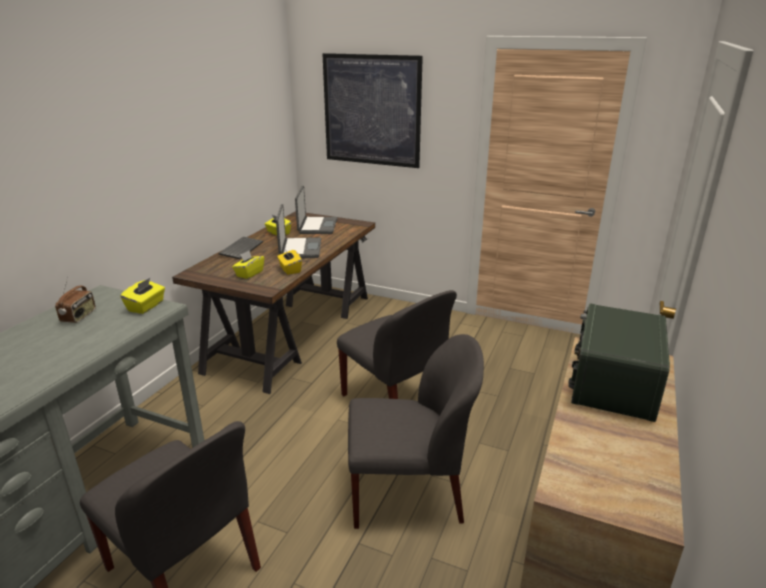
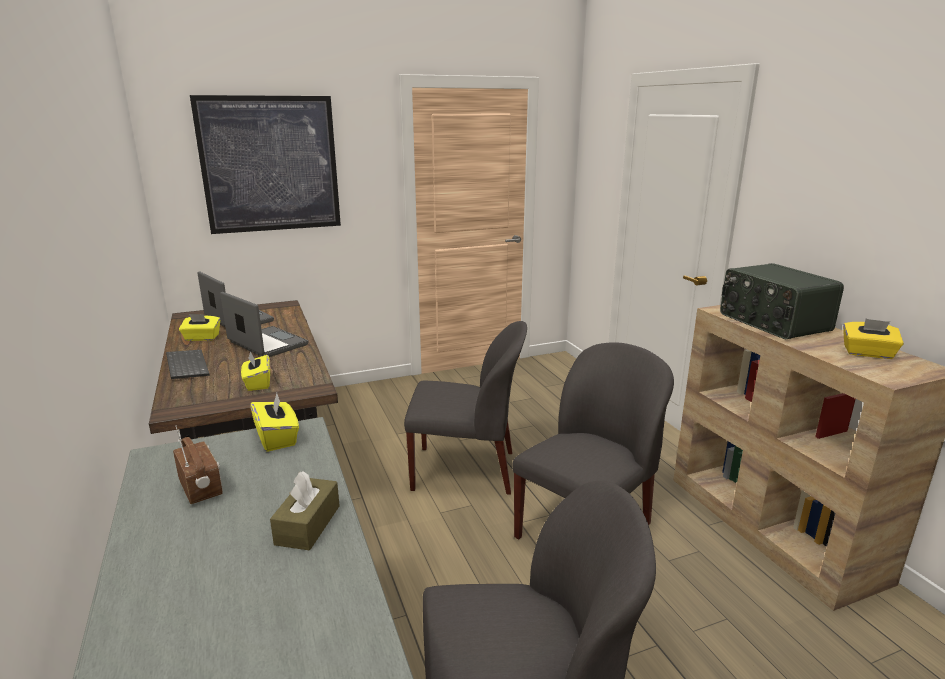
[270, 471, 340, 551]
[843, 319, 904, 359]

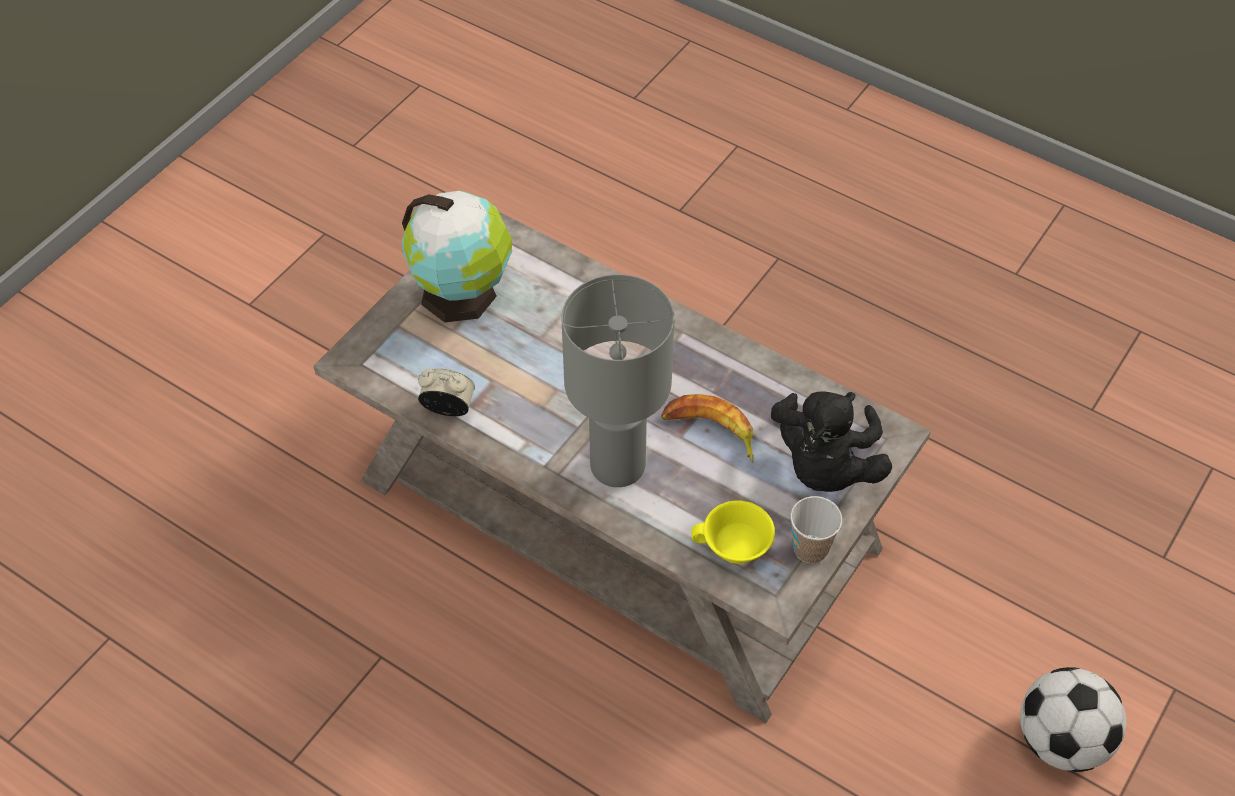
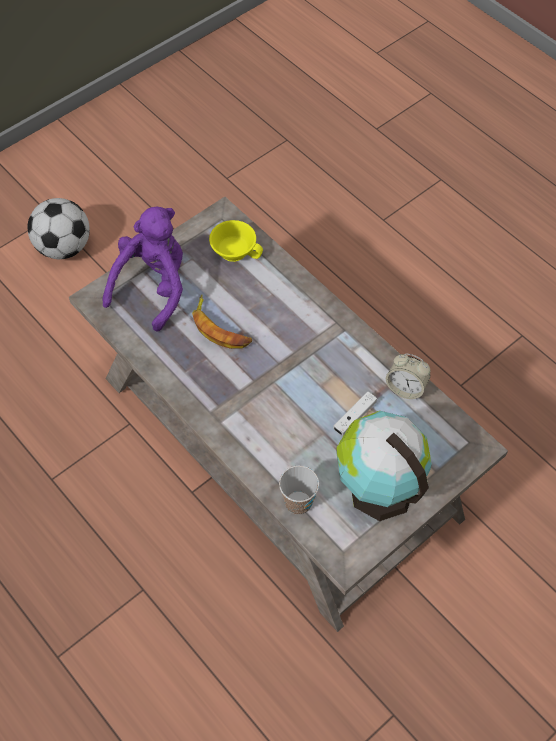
[562, 274, 674, 487] (first image)
[333, 391, 377, 436]
[279, 466, 319, 515]
[103, 206, 183, 332]

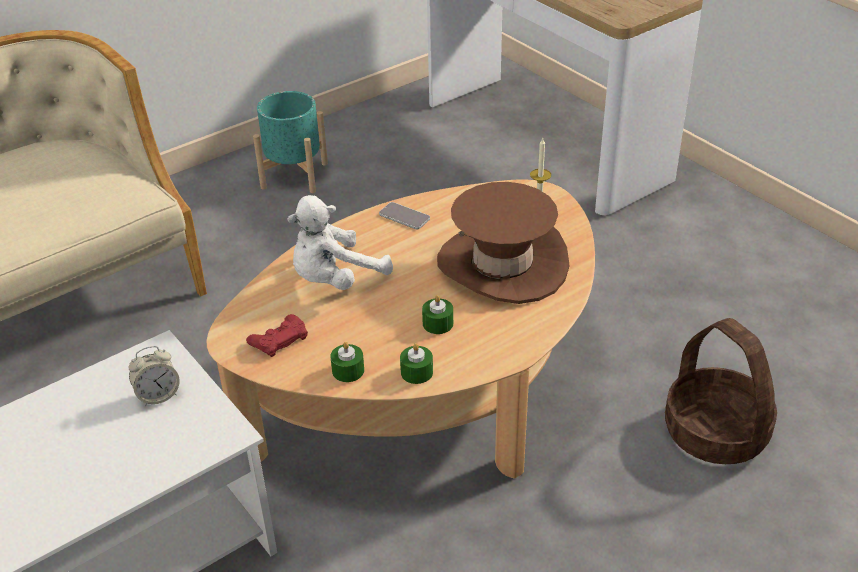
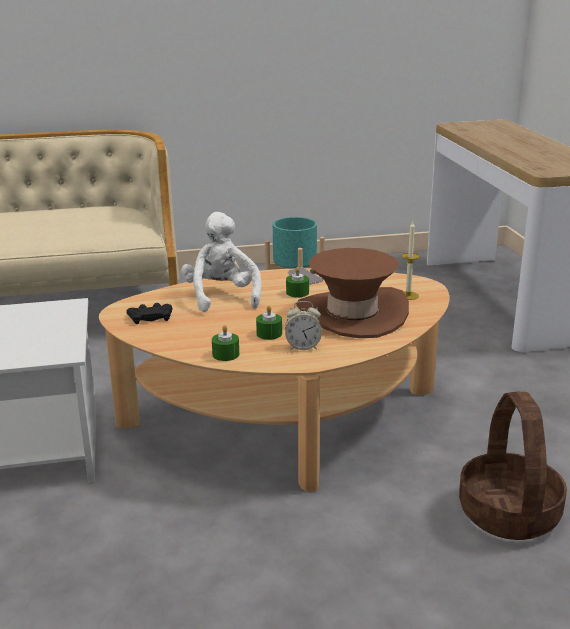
[285, 301, 322, 350]
[286, 267, 309, 297]
[126, 303, 172, 324]
[181, 212, 262, 312]

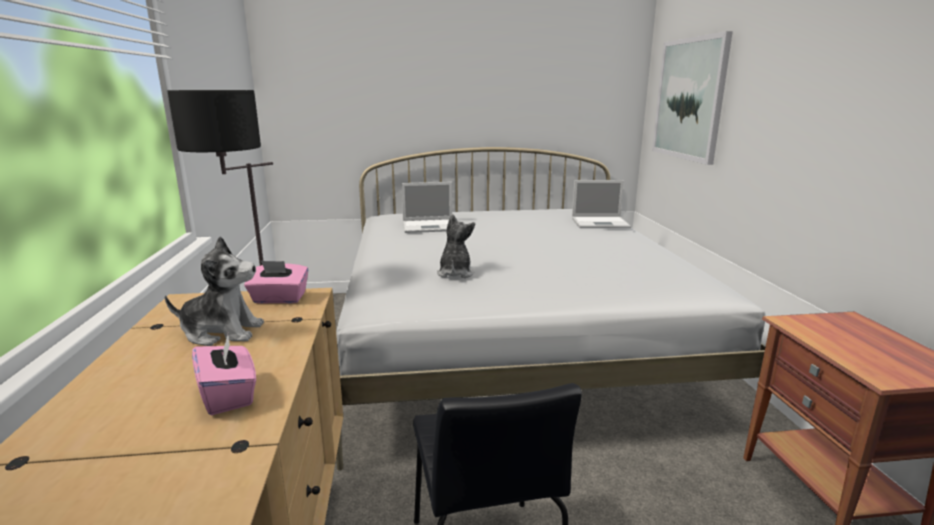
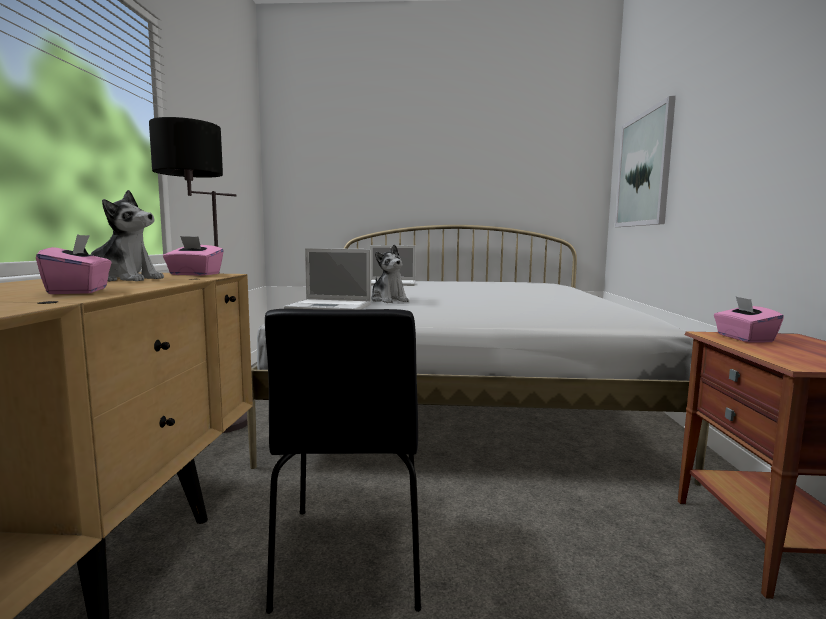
[714, 296, 784, 342]
[284, 248, 371, 310]
[371, 244, 409, 303]

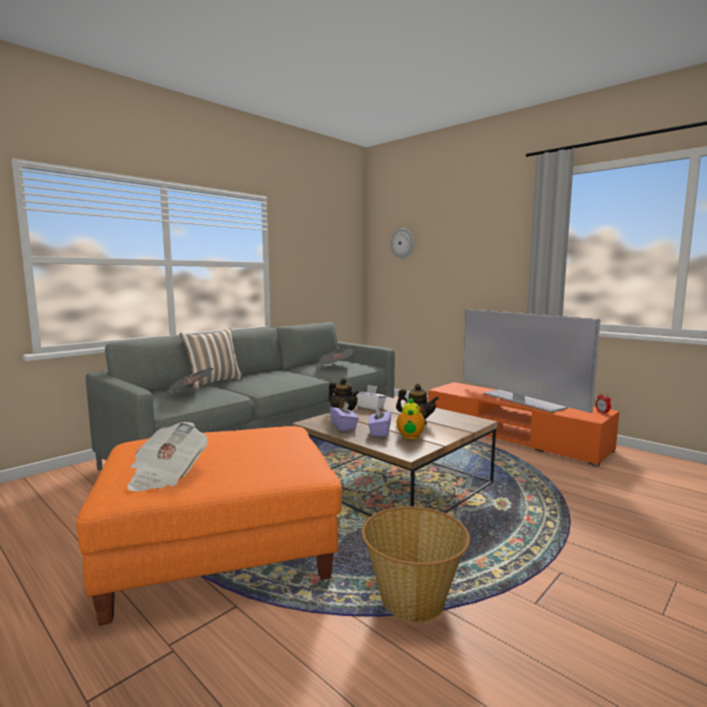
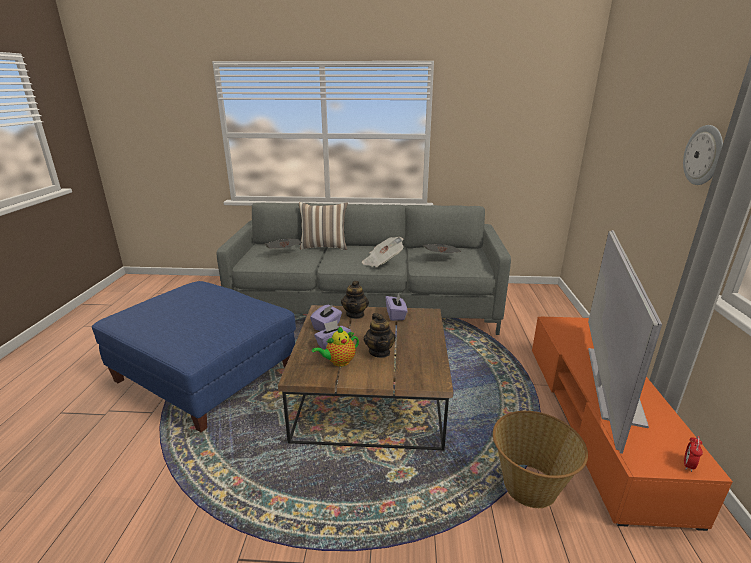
[362, 237, 404, 267]
[493, 411, 588, 508]
[683, 125, 723, 185]
[92, 281, 296, 432]
[385, 294, 408, 321]

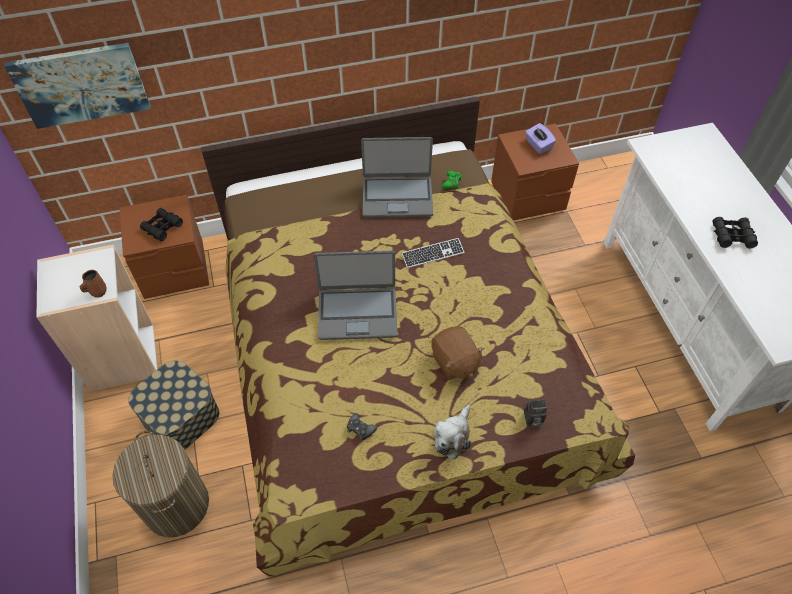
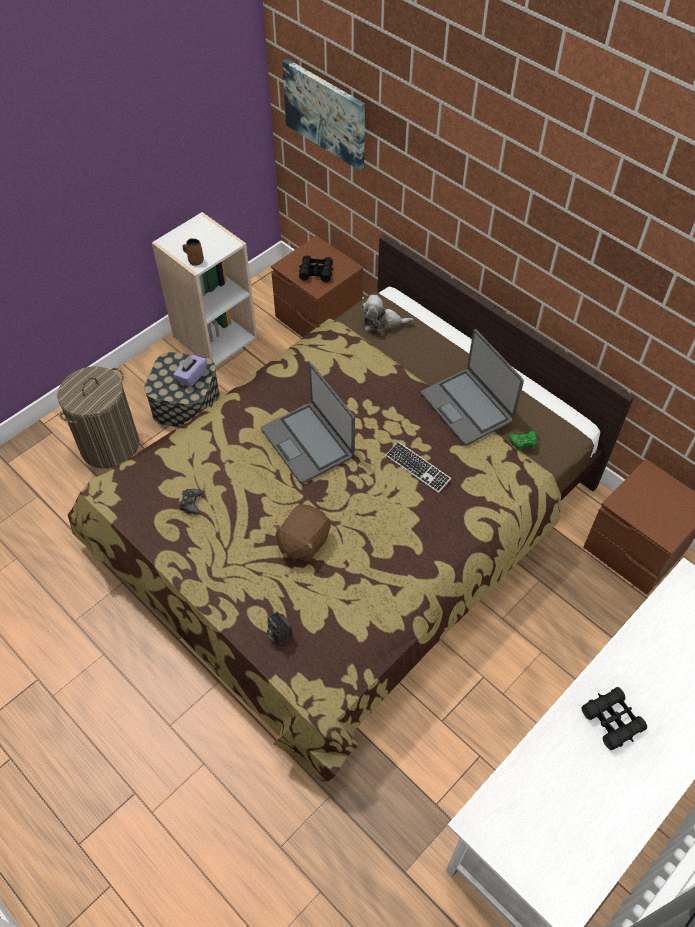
[361, 295, 414, 335]
[173, 354, 207, 387]

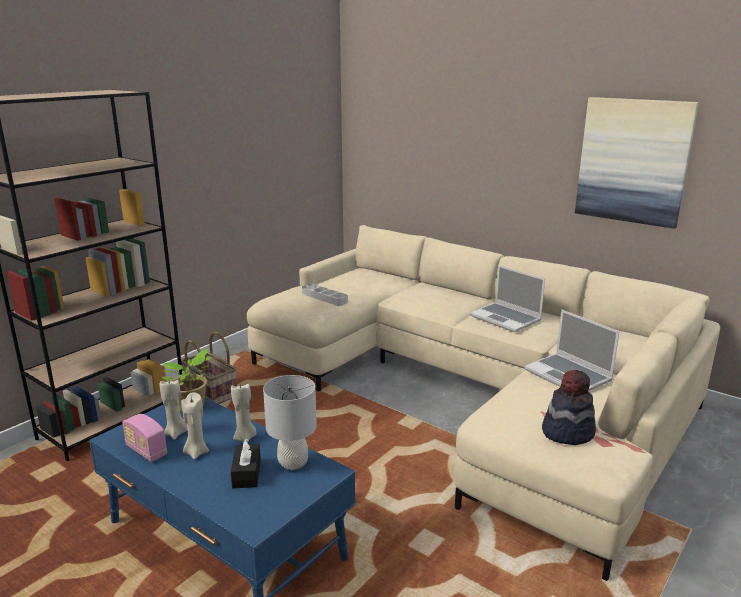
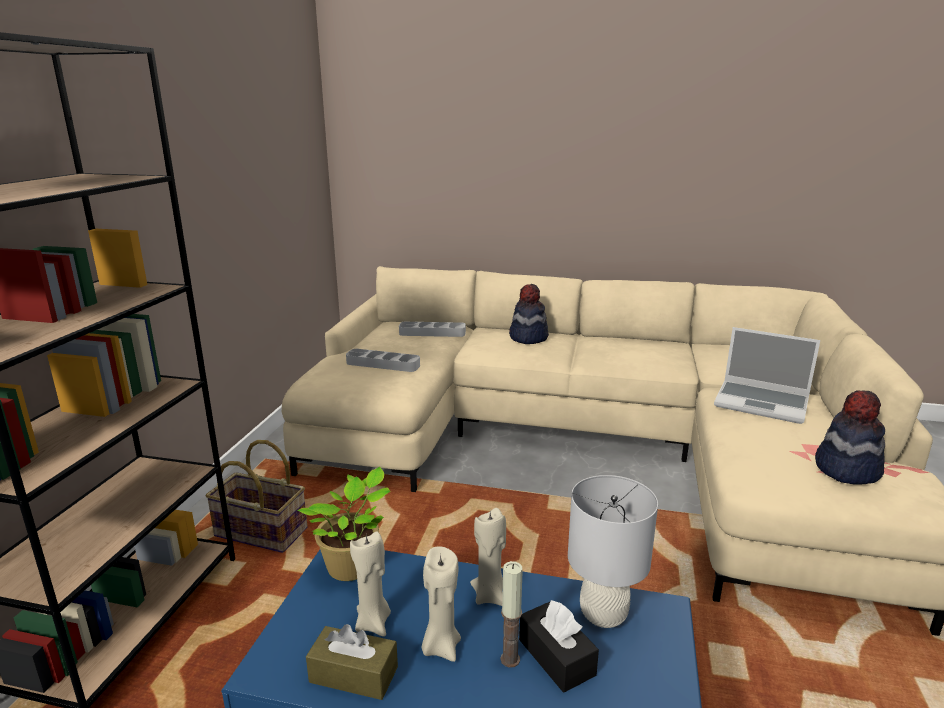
[470, 265, 545, 332] (first image)
[575, 97, 699, 229] (first image)
[399, 322, 466, 337]
[500, 561, 523, 668]
[509, 284, 549, 344]
[306, 624, 398, 700]

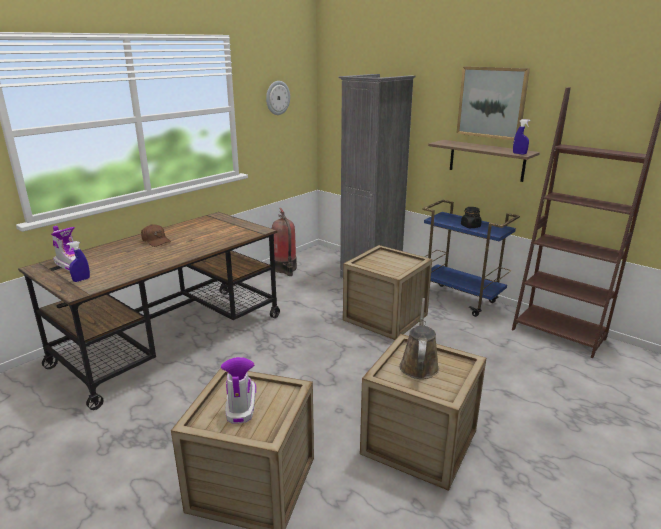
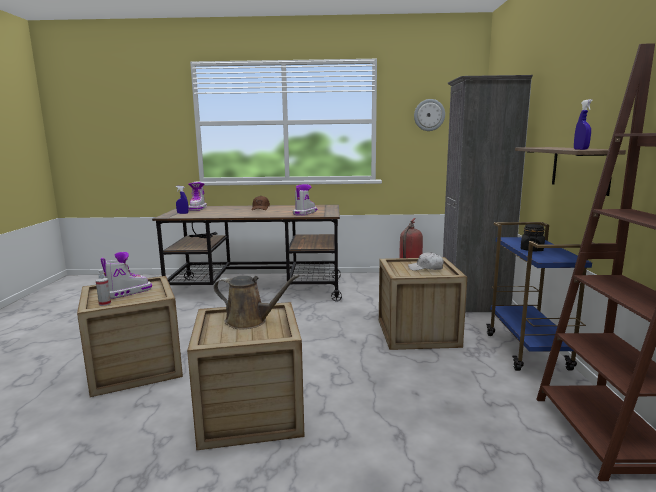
[456, 66, 530, 140] (first image)
[96, 270, 111, 306]
[293, 184, 317, 216]
[408, 252, 444, 271]
[214, 275, 299, 329]

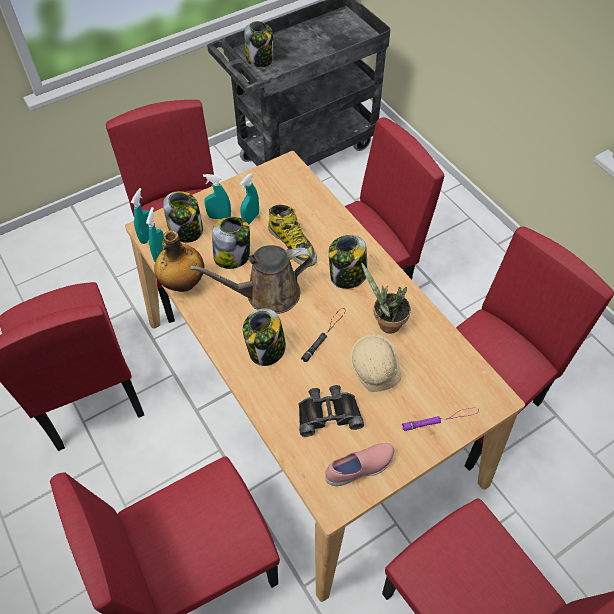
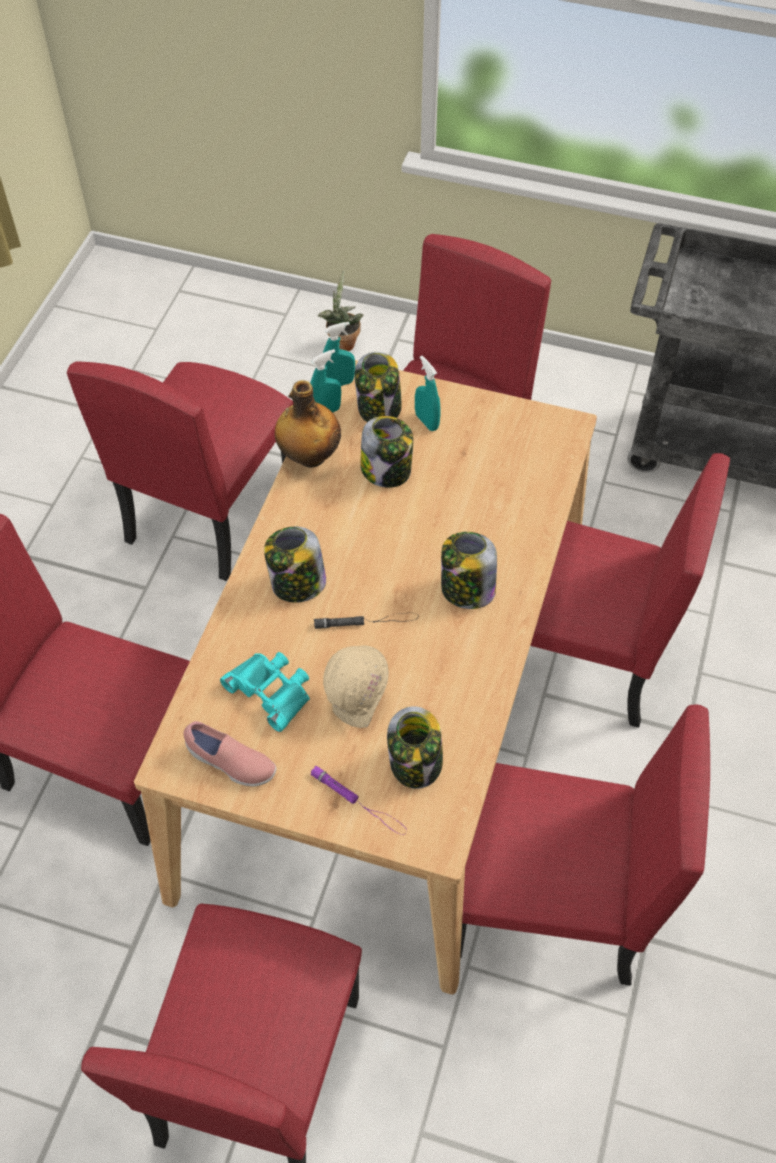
[190, 245, 313, 314] (first image)
[240, 173, 259, 225] (first image)
[268, 205, 317, 267] (first image)
[387, 706, 443, 789]
[318, 270, 363, 351]
[220, 652, 310, 732]

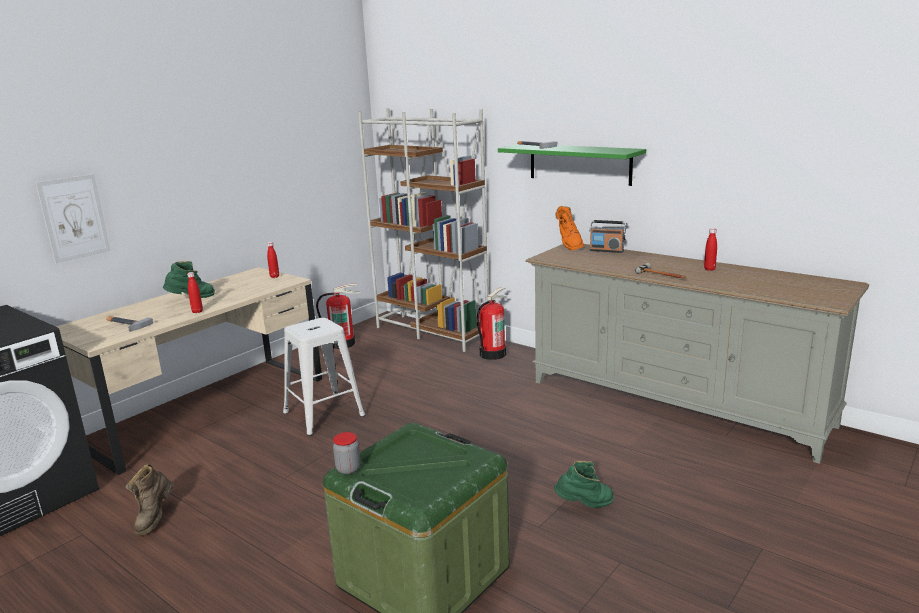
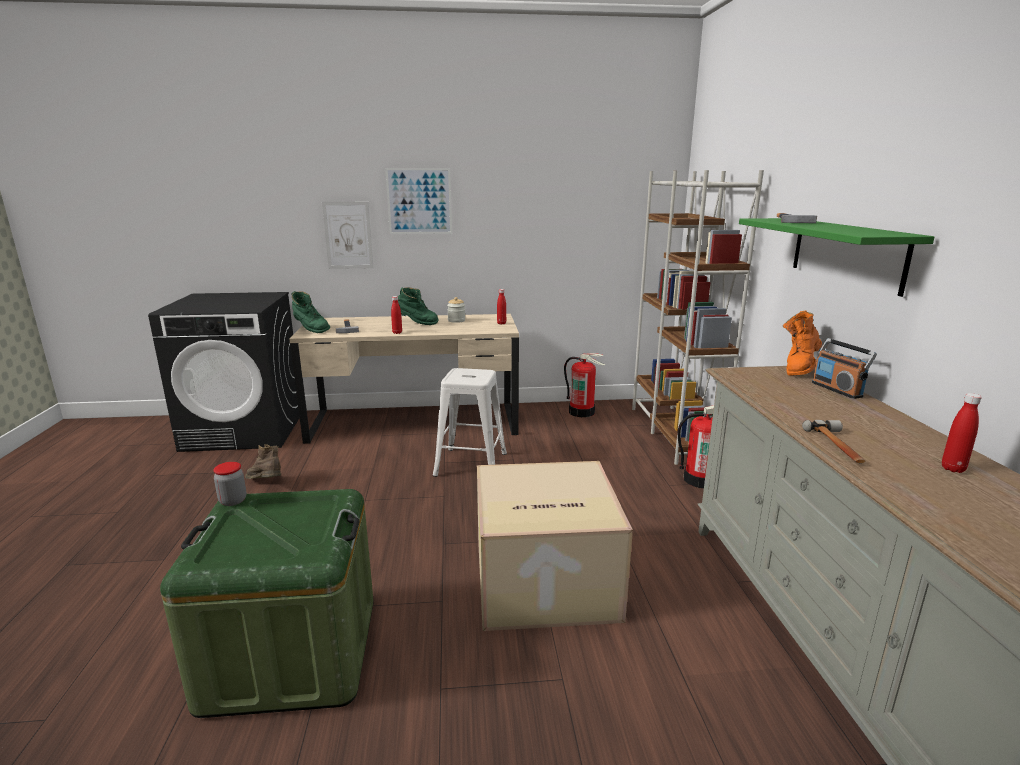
[385, 168, 452, 234]
[447, 297, 465, 323]
[477, 461, 633, 631]
[292, 291, 330, 333]
[245, 444, 281, 479]

